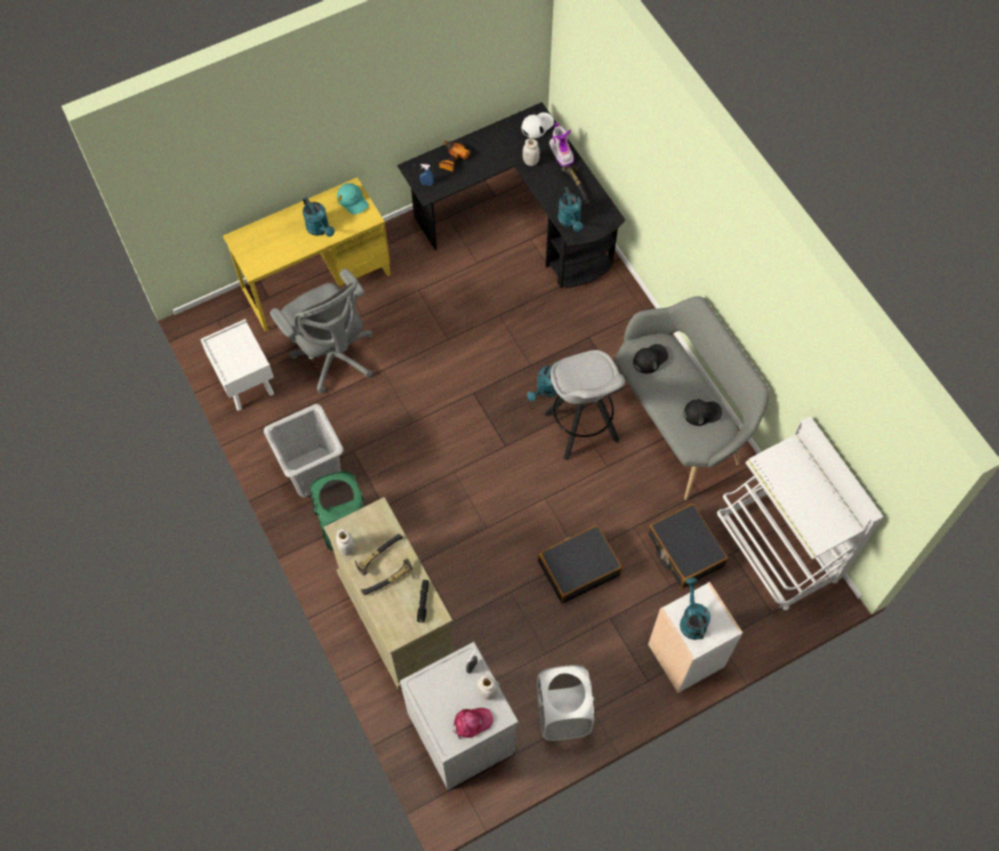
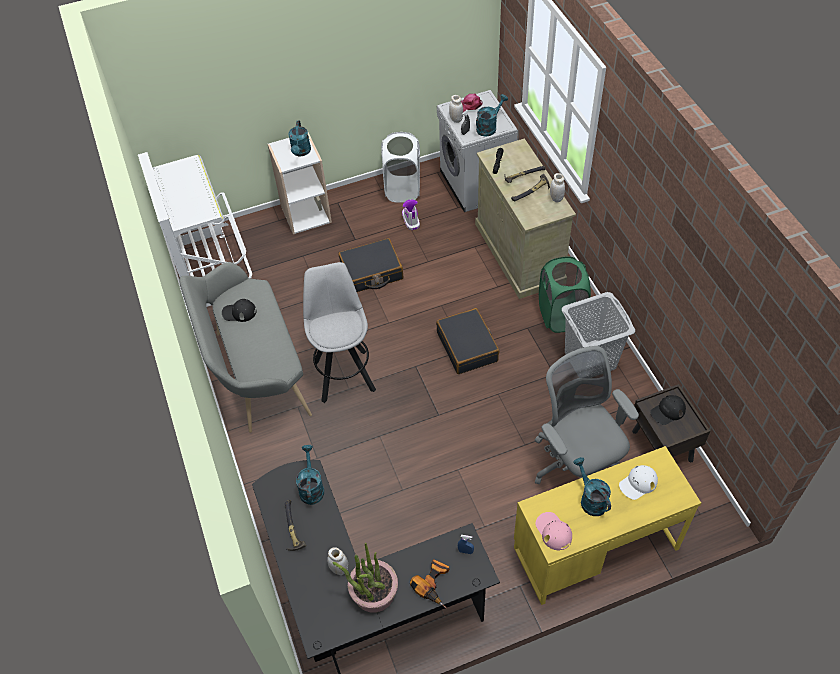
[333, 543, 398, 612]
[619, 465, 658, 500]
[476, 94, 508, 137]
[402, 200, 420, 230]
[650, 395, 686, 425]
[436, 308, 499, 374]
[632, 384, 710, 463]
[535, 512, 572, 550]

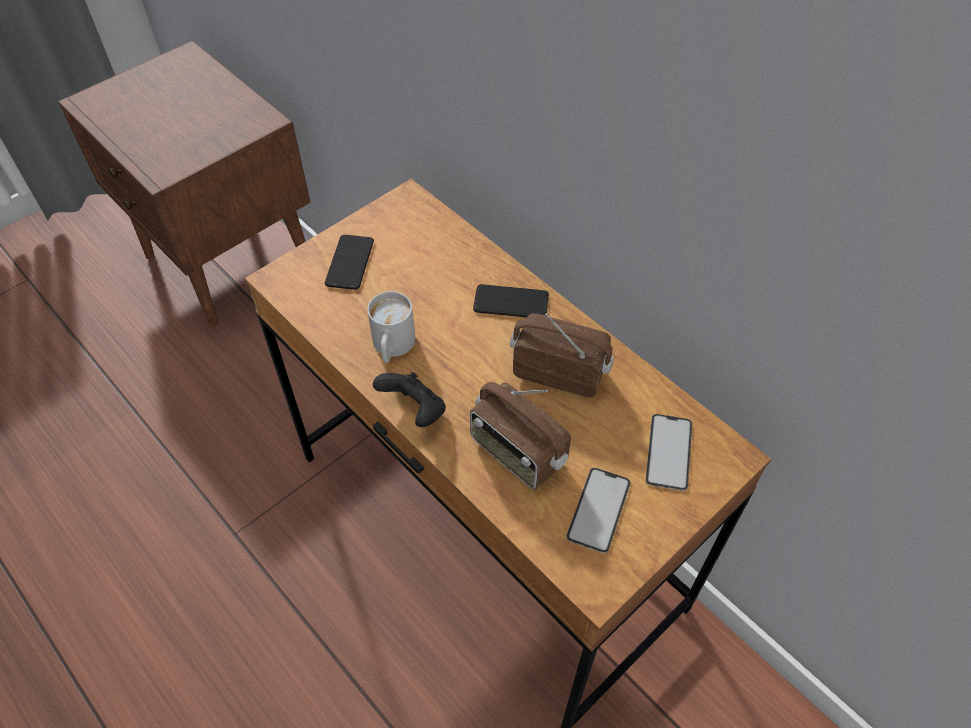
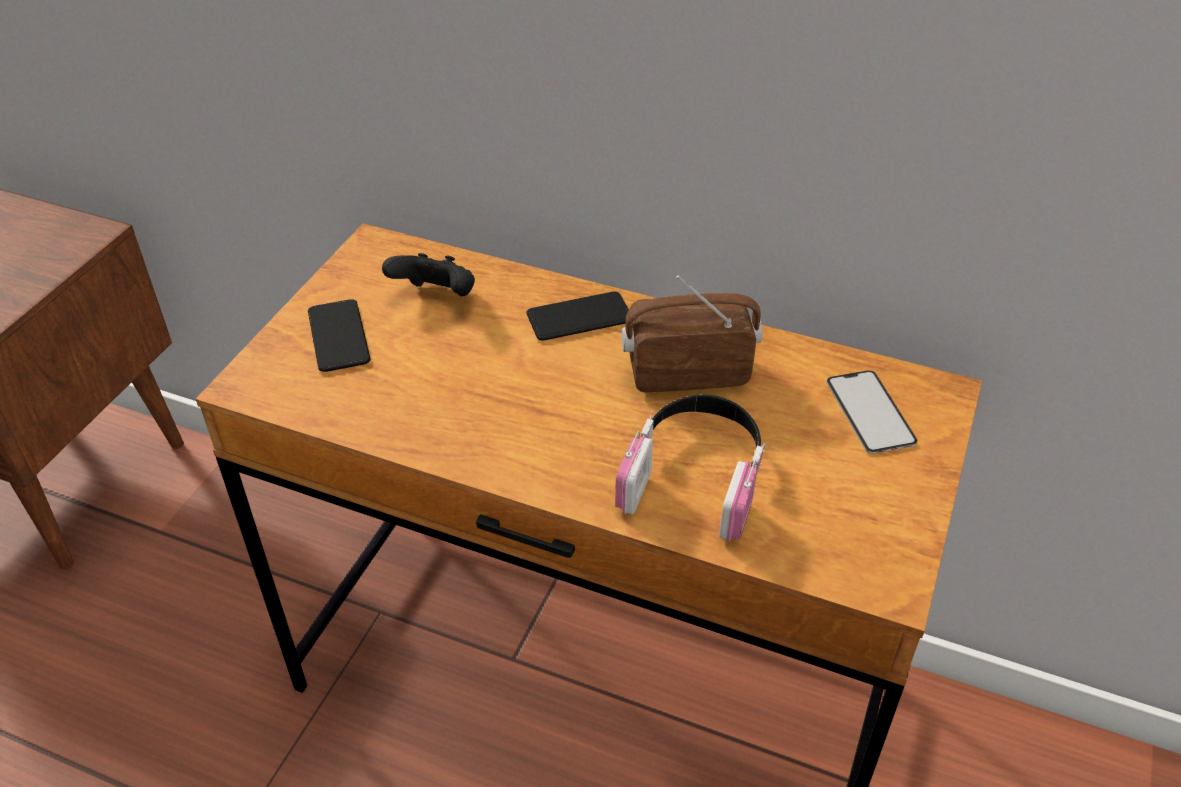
[367, 291, 415, 363] (first image)
[566, 468, 630, 553] (first image)
[382, 253, 475, 296]
[615, 394, 766, 542]

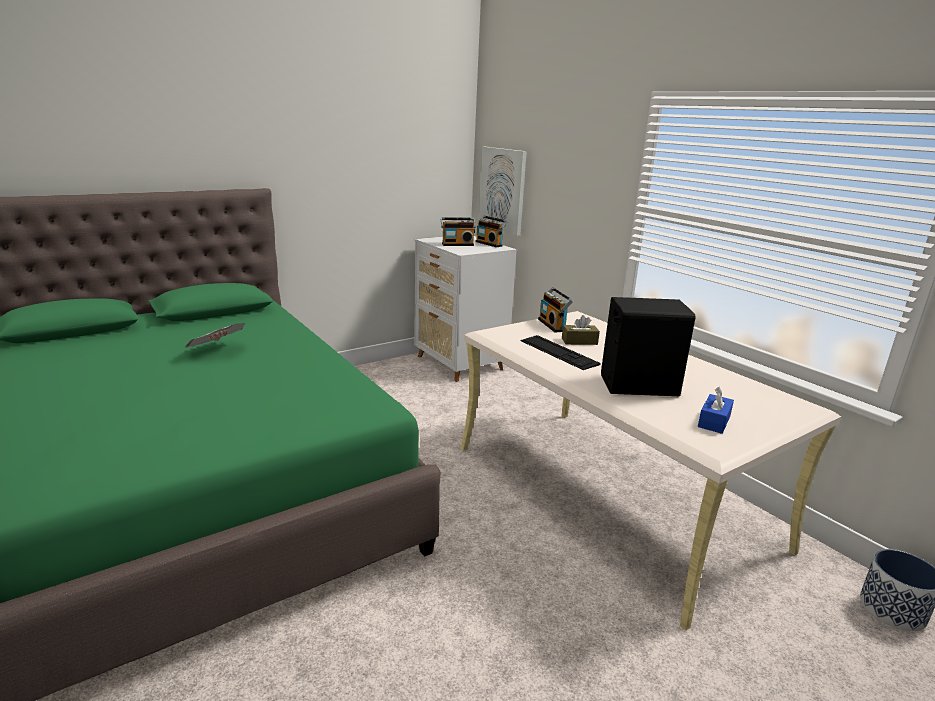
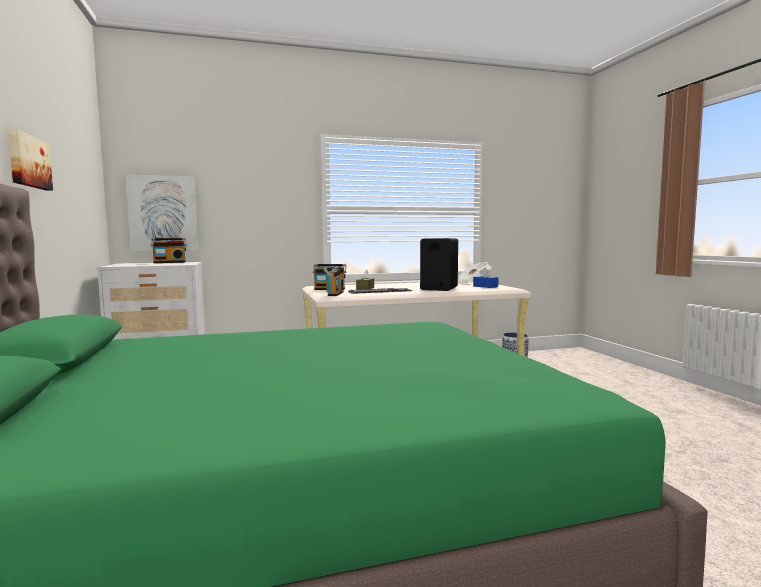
[8, 128, 53, 191]
[458, 262, 492, 284]
[323, 266, 344, 296]

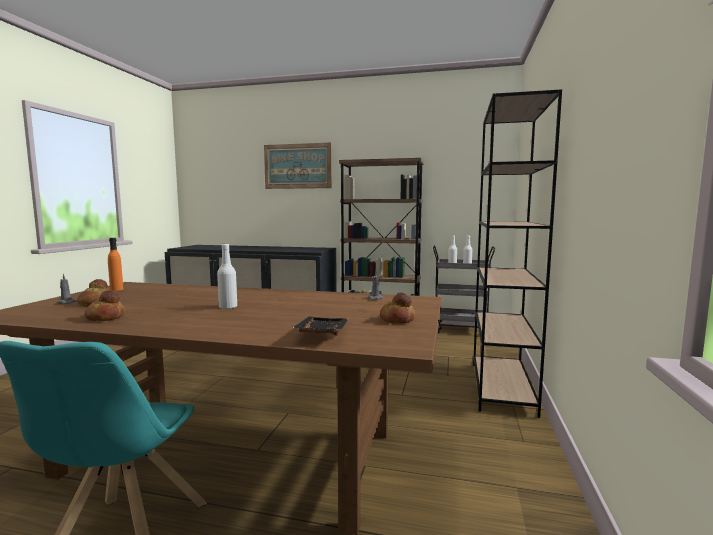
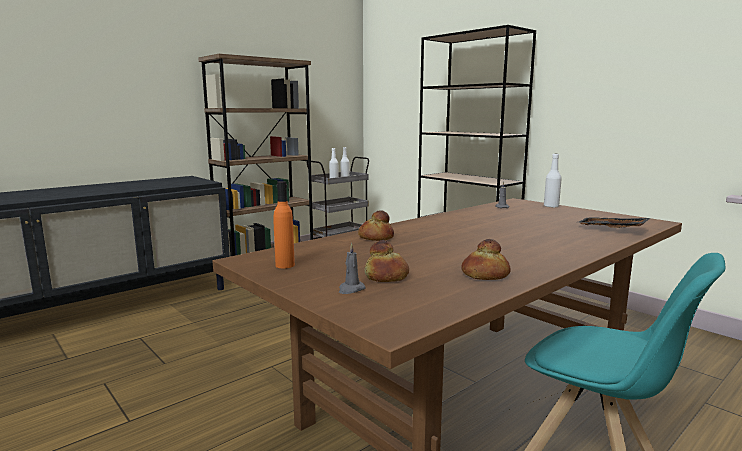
[264, 142, 332, 189] (first image)
[544, 154, 562, 208]
[358, 210, 394, 241]

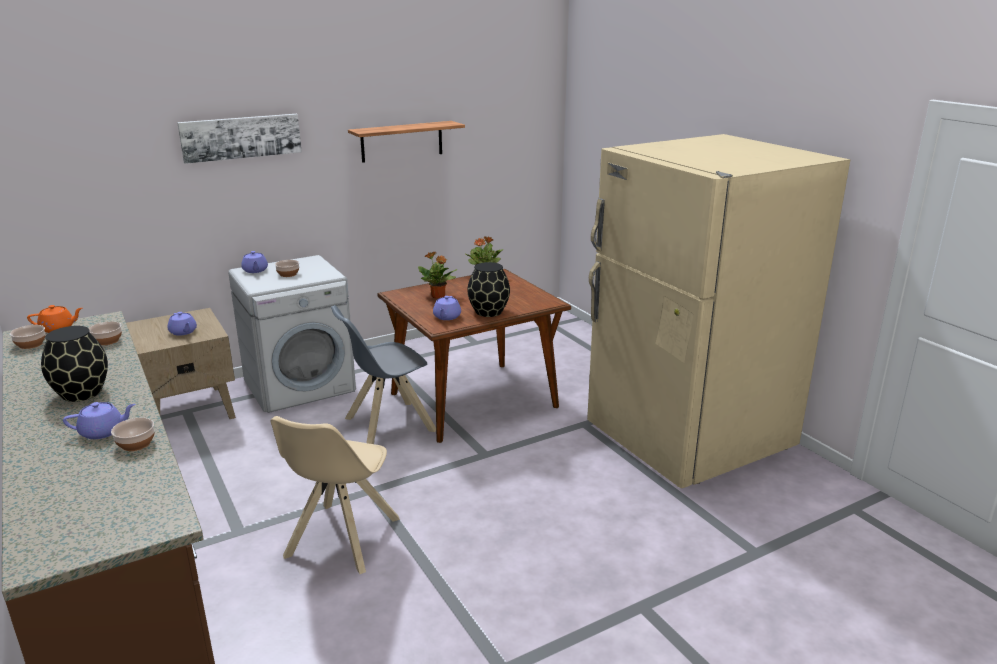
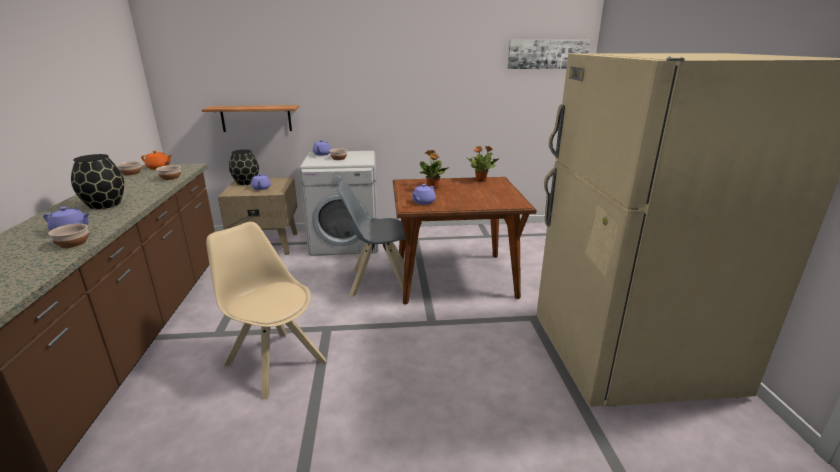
[508, 40, 590, 69]
[202, 105, 299, 132]
[229, 150, 259, 185]
[206, 222, 326, 399]

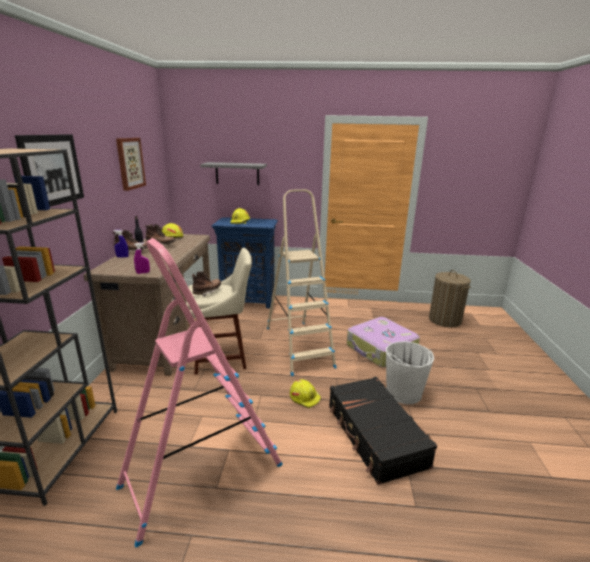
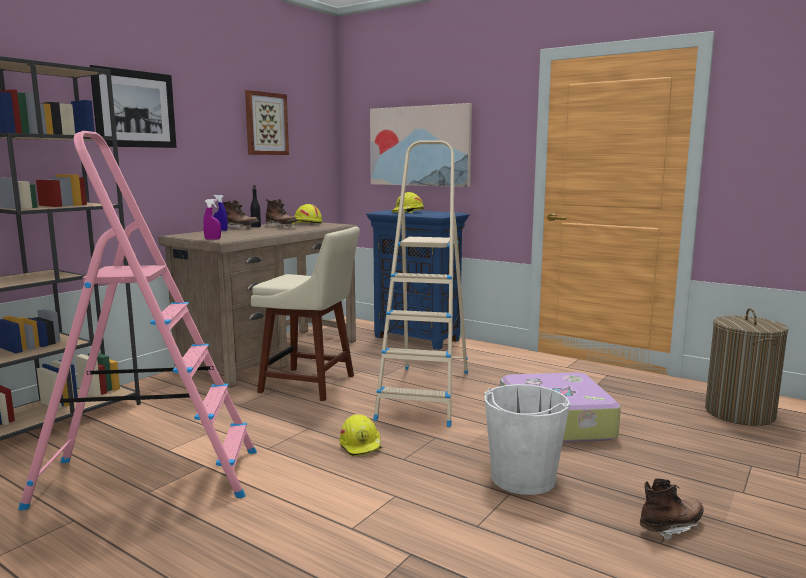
[329, 377, 437, 485] (first image)
[640, 478, 704, 541]
[370, 103, 472, 187]

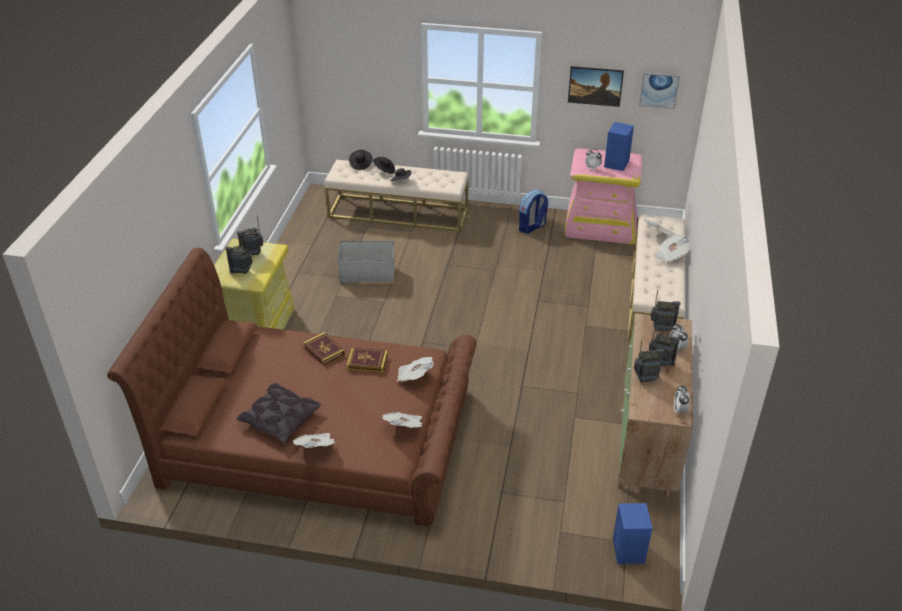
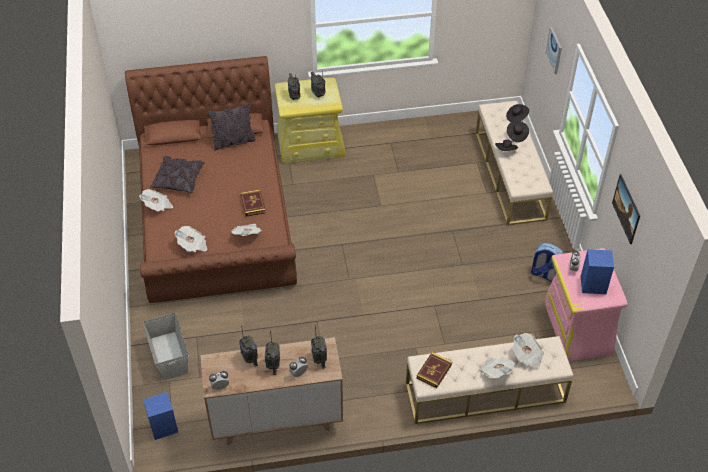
[207, 103, 255, 150]
[416, 352, 452, 388]
[143, 313, 189, 380]
[546, 27, 562, 74]

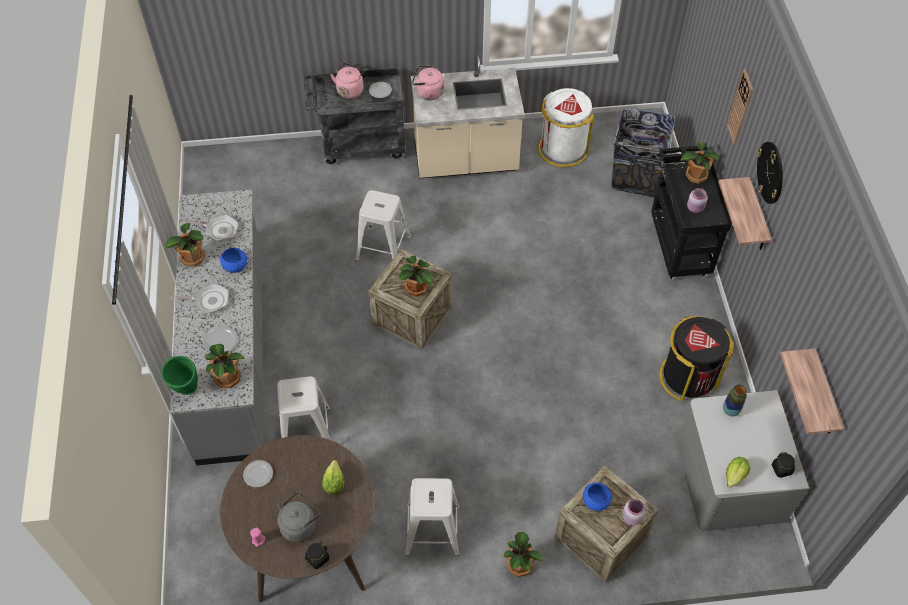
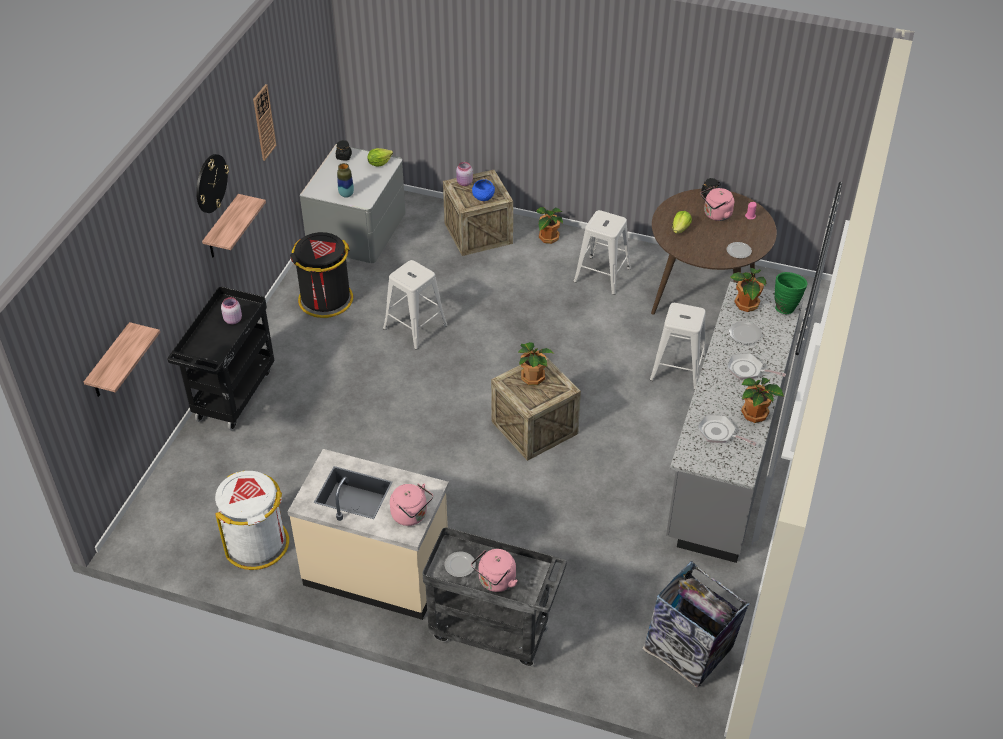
[220, 248, 248, 273] (first image)
[680, 142, 718, 184] (first image)
[383, 260, 448, 350]
[642, 561, 750, 687]
[253, 84, 277, 161]
[84, 322, 160, 397]
[701, 186, 734, 221]

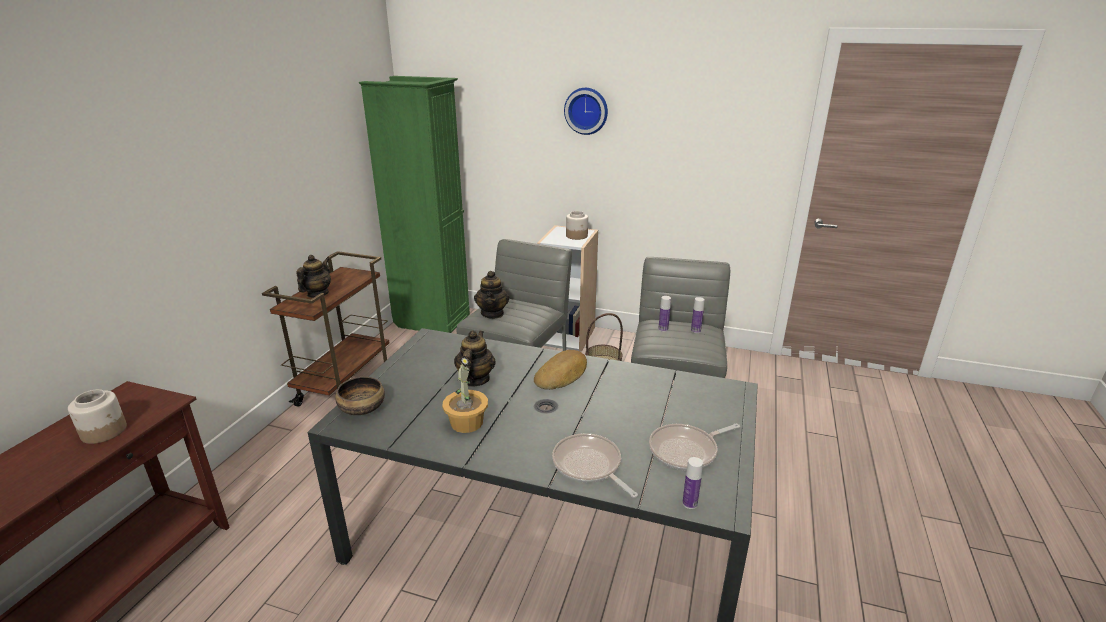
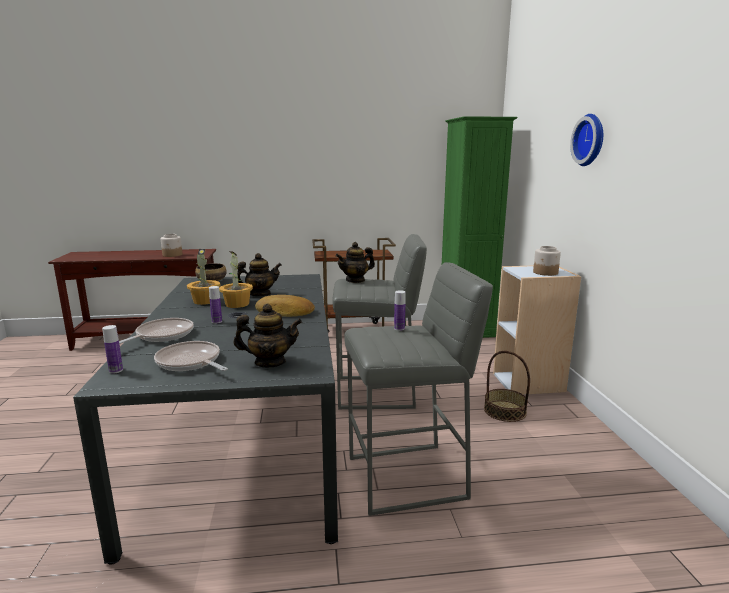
[219, 251, 253, 308]
[233, 304, 302, 368]
[209, 286, 222, 324]

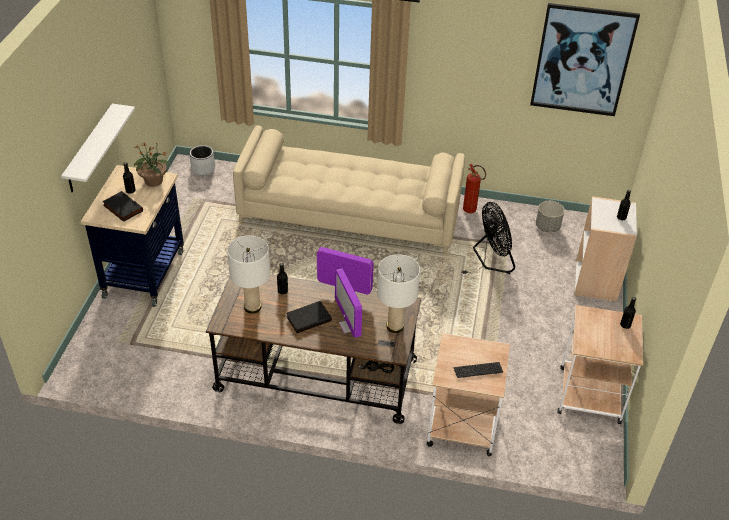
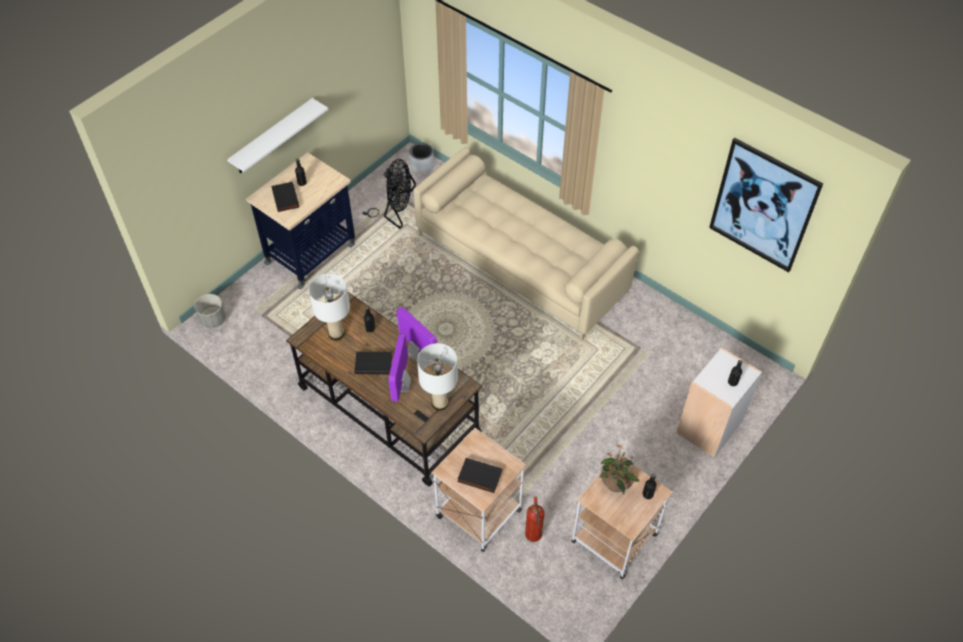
[599, 444, 640, 495]
[362, 159, 416, 229]
[525, 497, 544, 542]
[195, 294, 226, 328]
[458, 458, 502, 493]

